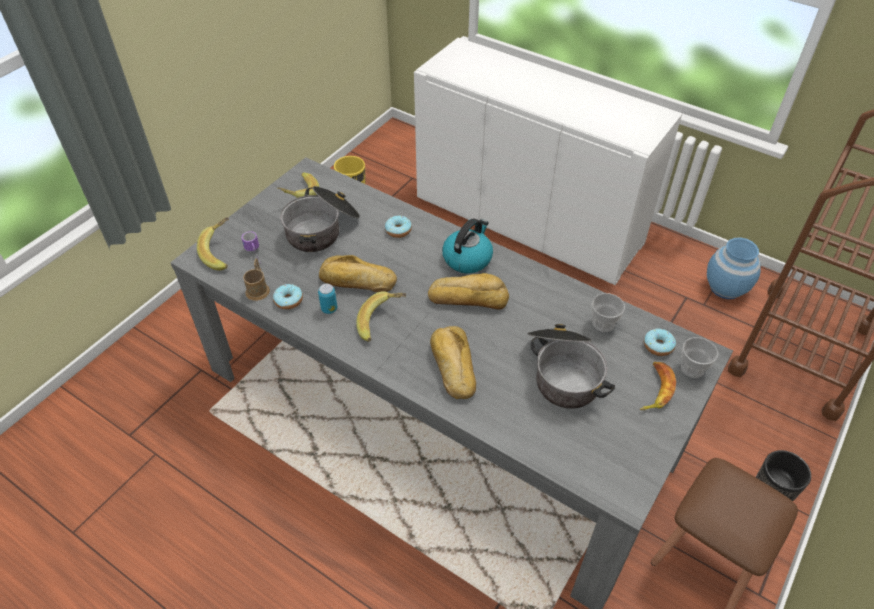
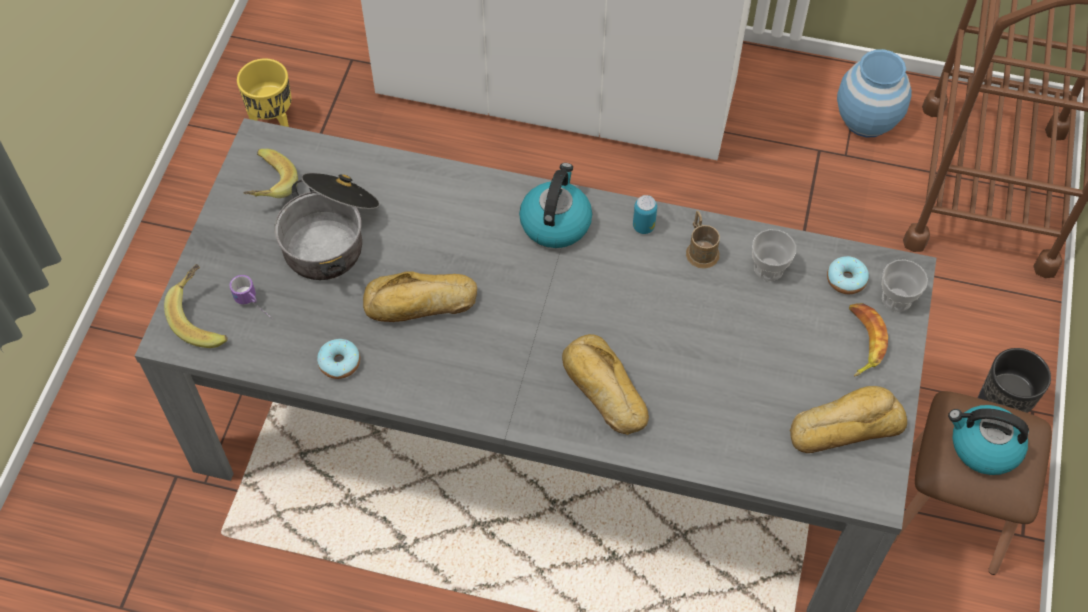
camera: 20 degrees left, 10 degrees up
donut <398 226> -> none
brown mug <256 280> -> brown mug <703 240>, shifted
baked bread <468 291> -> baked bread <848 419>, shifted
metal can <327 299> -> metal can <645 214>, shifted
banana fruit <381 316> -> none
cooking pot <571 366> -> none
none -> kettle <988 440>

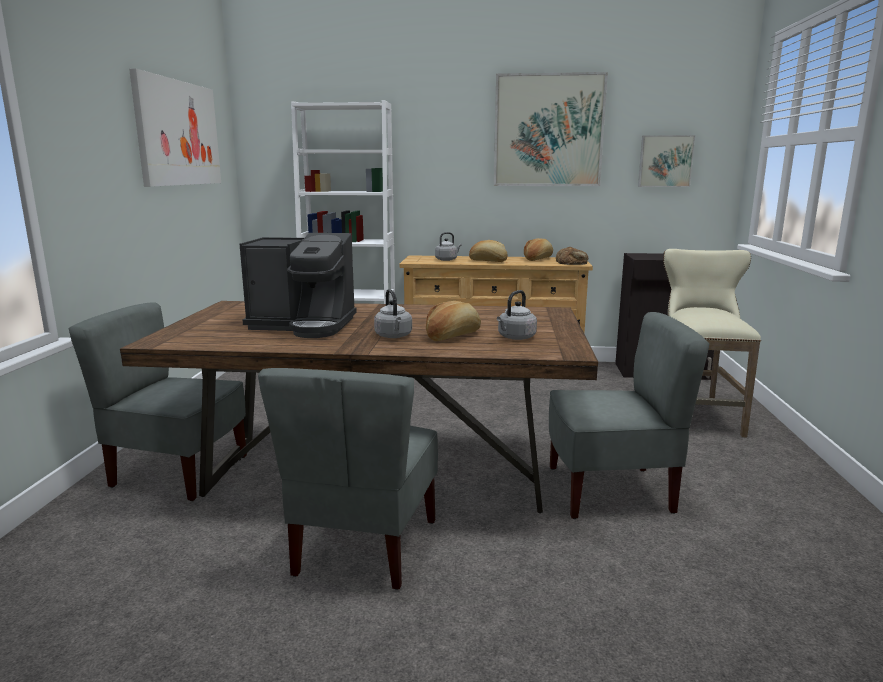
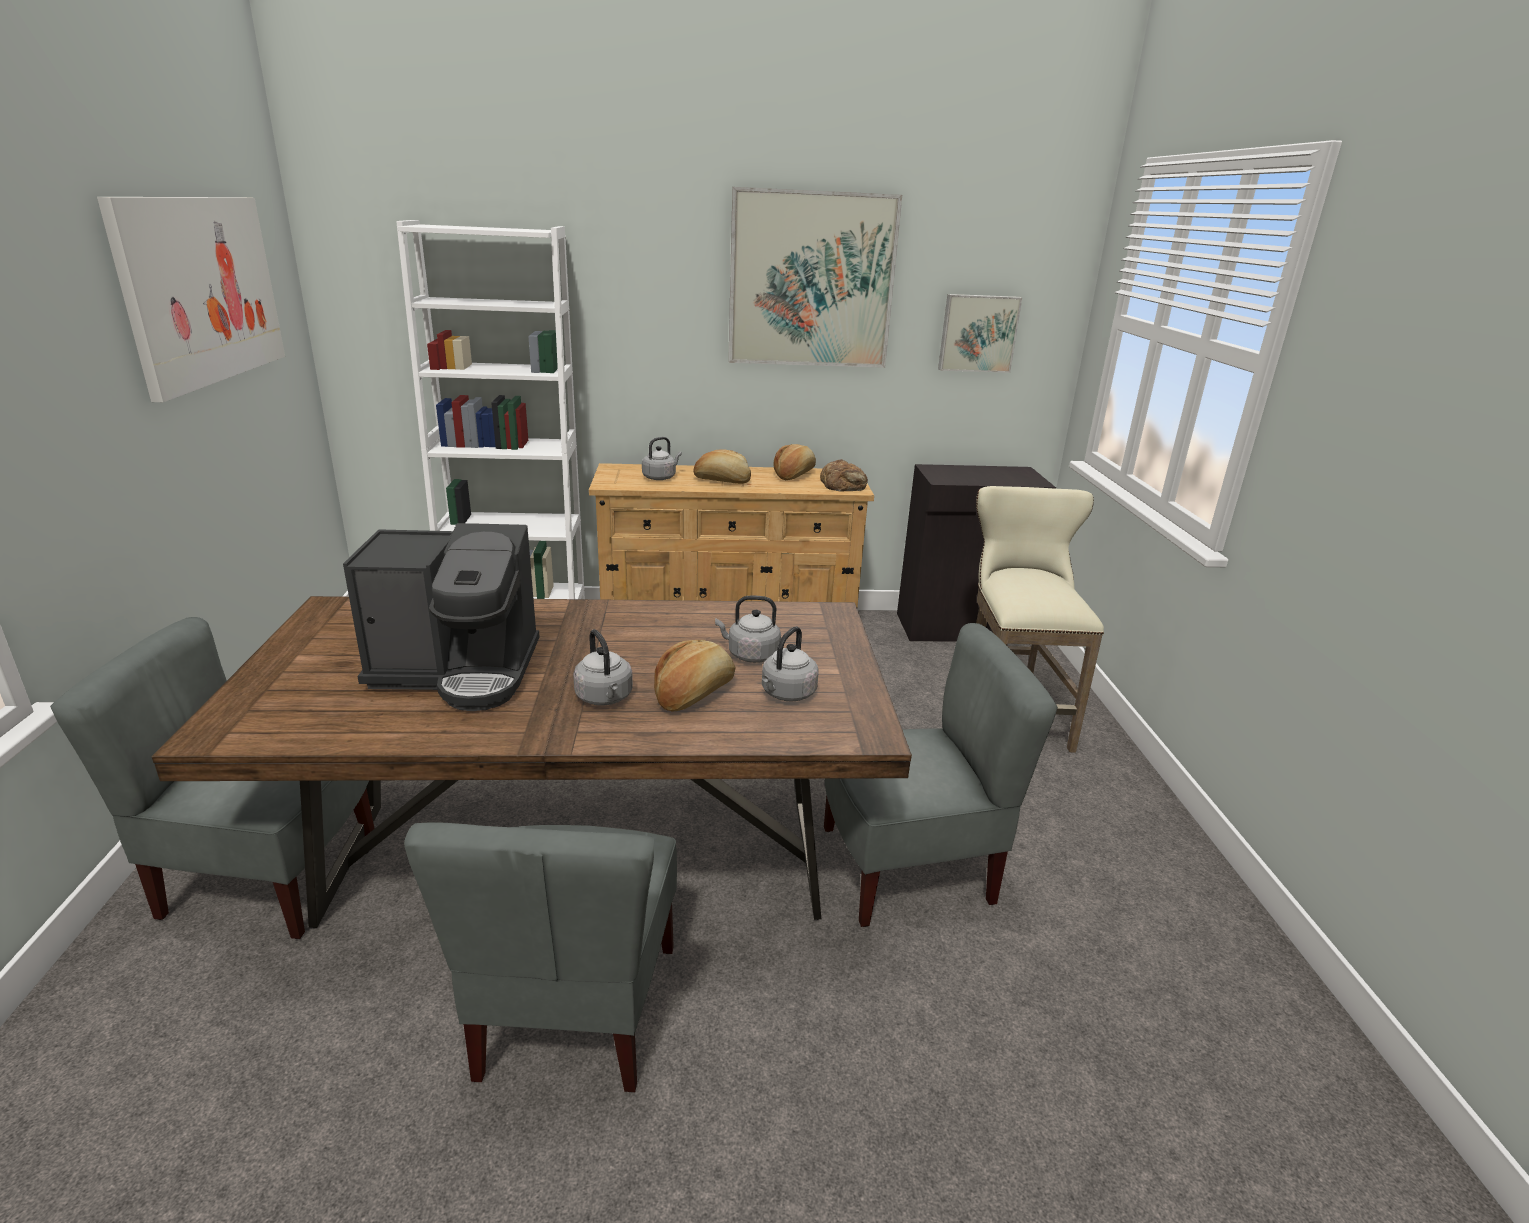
camera: 10 degrees left, 10 degrees up
none -> grey kettle <748 629>

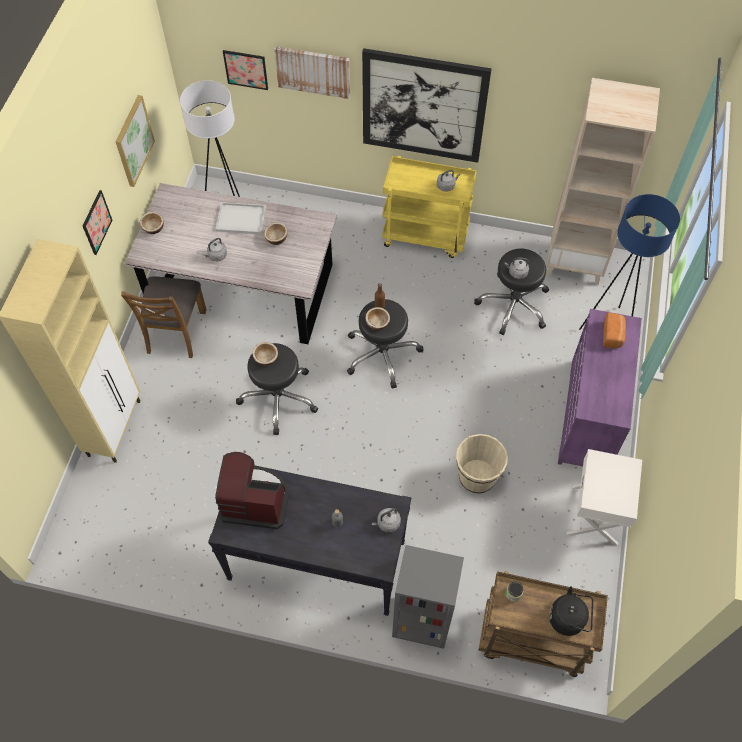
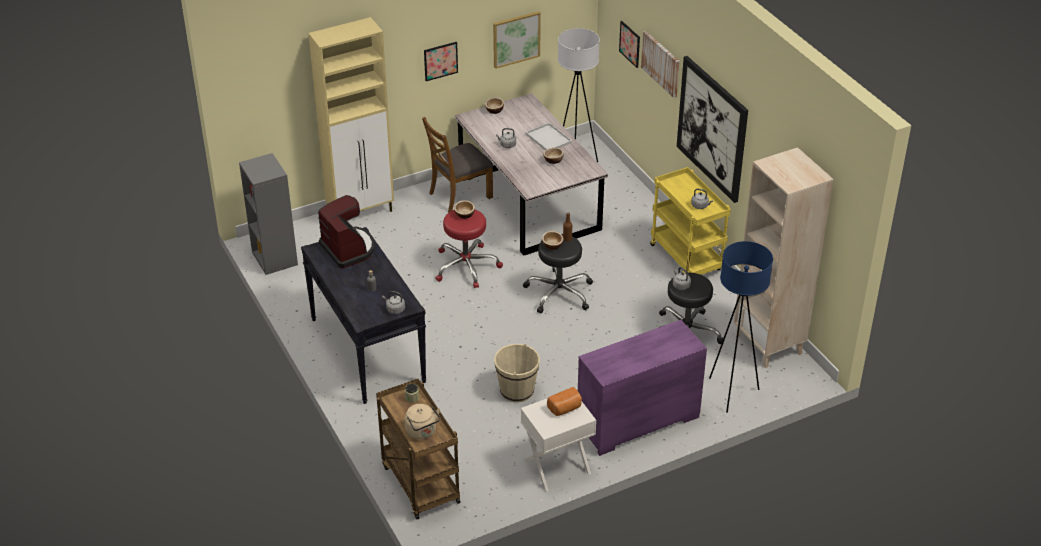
camera: 50 degrees right, 20 degrees down
baked bread <614 330> -> baked bread <564 401>, shifted
black stool <277 389> -> red-coloured stool <469 248>
grey shelving unit <428 597> -> grey shelving unit <268 214>, shifted
black kettle <571 611> -> sand-coloured kettle <422 422>

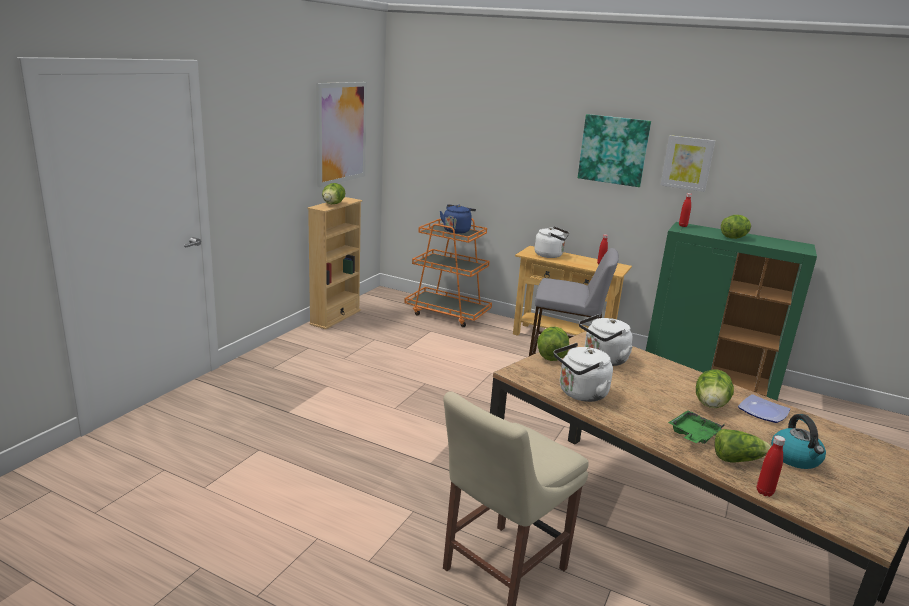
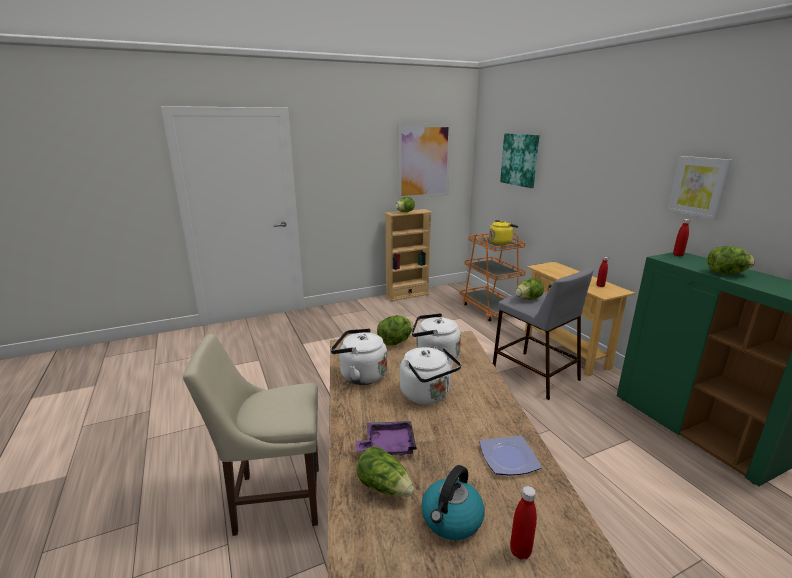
camera: 40 degrees right, 0 degrees up
wall art <614 150> -> wall art <520 160>, shifted
blue kettle <458 219> -> yellowish kettle <503 232>
whitish kettle <551 242> -> whitish kettle <430 375>, shifted
lettuce head <715 388> -> lettuce head <530 289>, shifted
green carrying tray <696 427> -> purple carrying tray <386 438>
red-coloured bottle <771 466> -> red-coloured bottle <523 522>, shifted

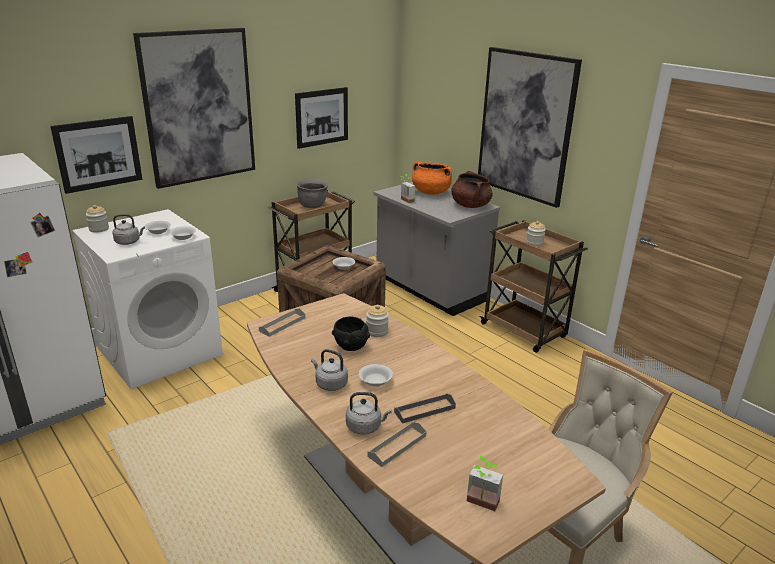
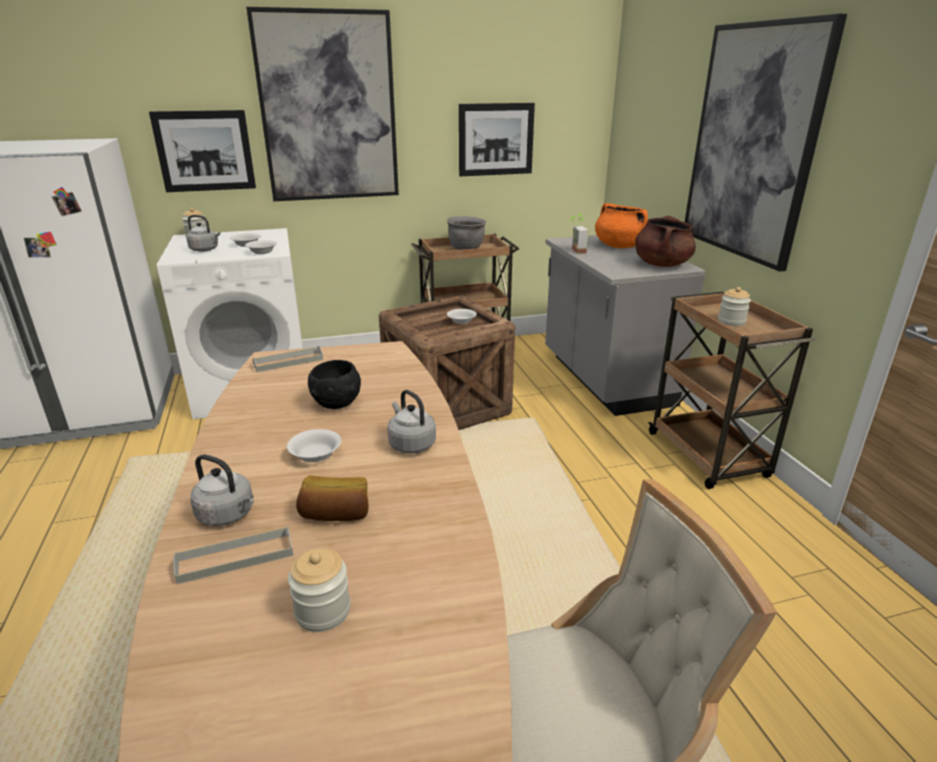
camera: 25 degrees right, 0 degrees up
jar <377 321> -> jar <319 590>, shifted
grey kettle <329 370> -> grey kettle <411 422>, shifted
grey carrying tray <425 408> -> baked bread <332 498>
potted plant <485 483> -> none

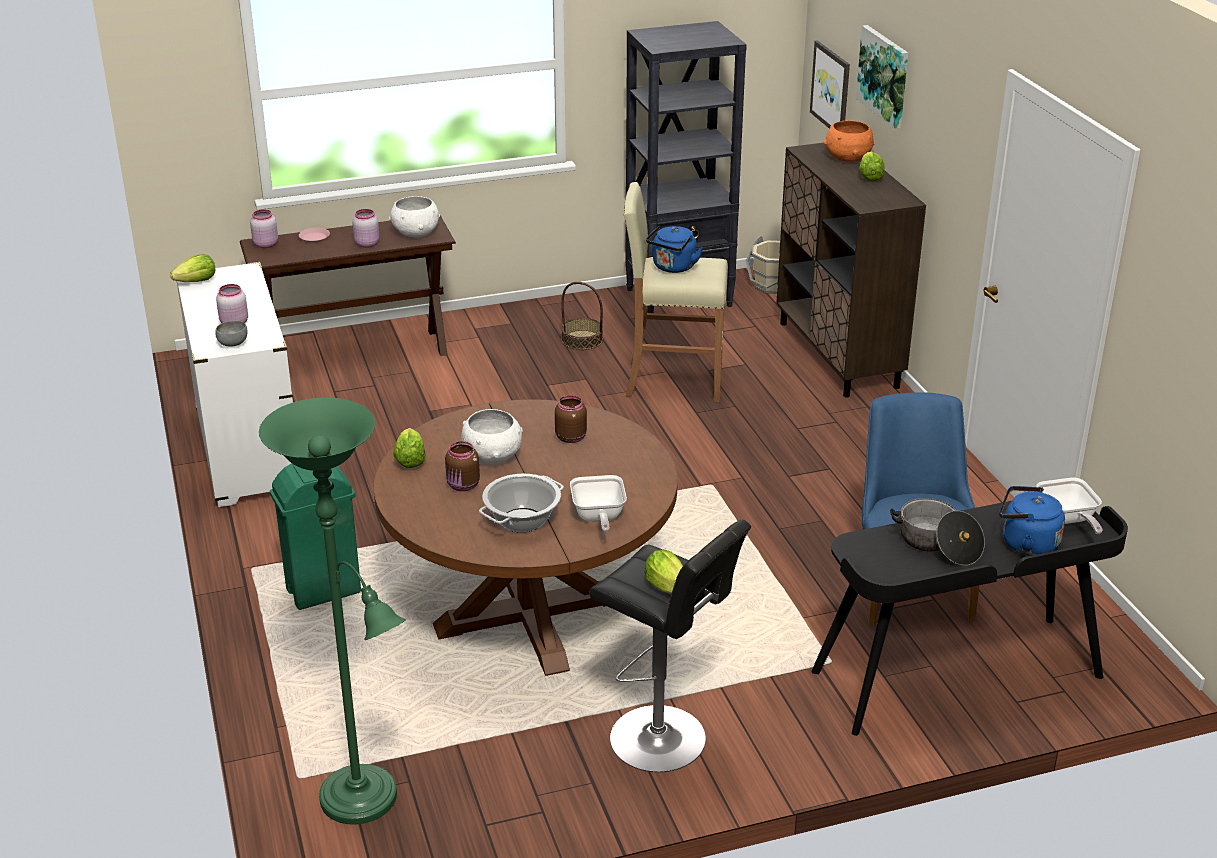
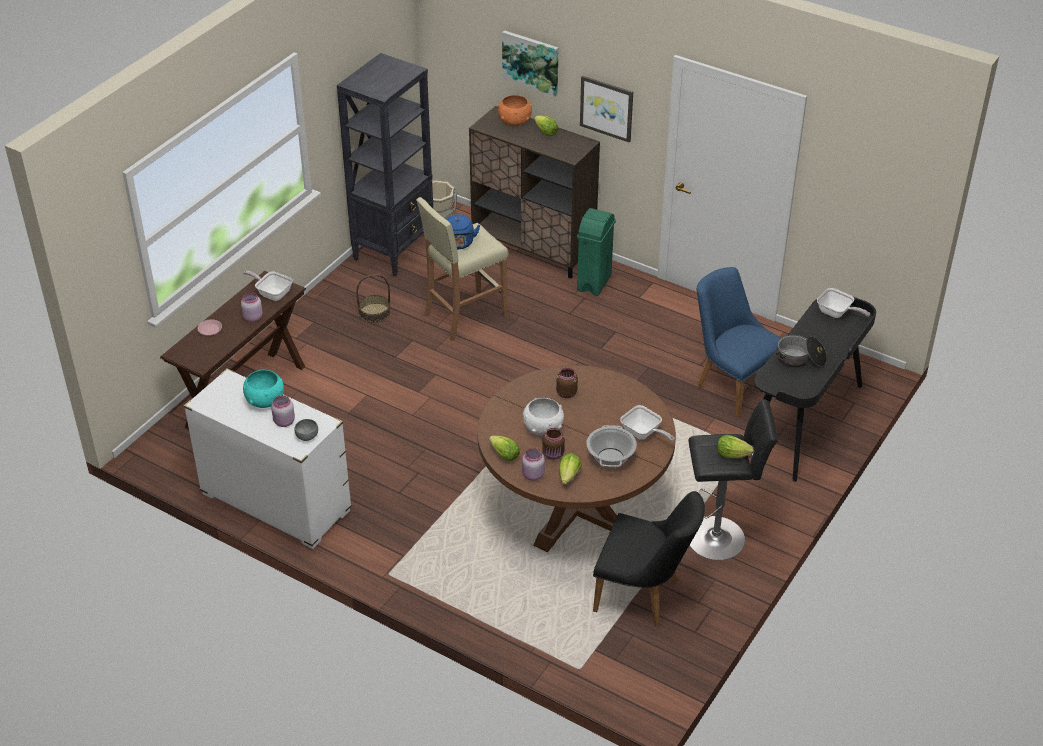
camera: 40 degrees left, 10 degrees up
wall art <830 84> -> wall art <606 109>, shifted
whitish serving bowl <414 216> -> frying pan <268 286>
pink-coloured jar <264 228> -> pink-coloured jar <533 464>, shifted
lettuce head <192 268> -> lettuce head <570 469>, shifted
green standing lamp <332 611> -> none
green rubbish bin <315 536> -> green rubbish bin <596 252>, shifted
blue kettle <1032 521> -> none
none -> blue-green serving bowl <263 389>
none -> black chair <649 559>

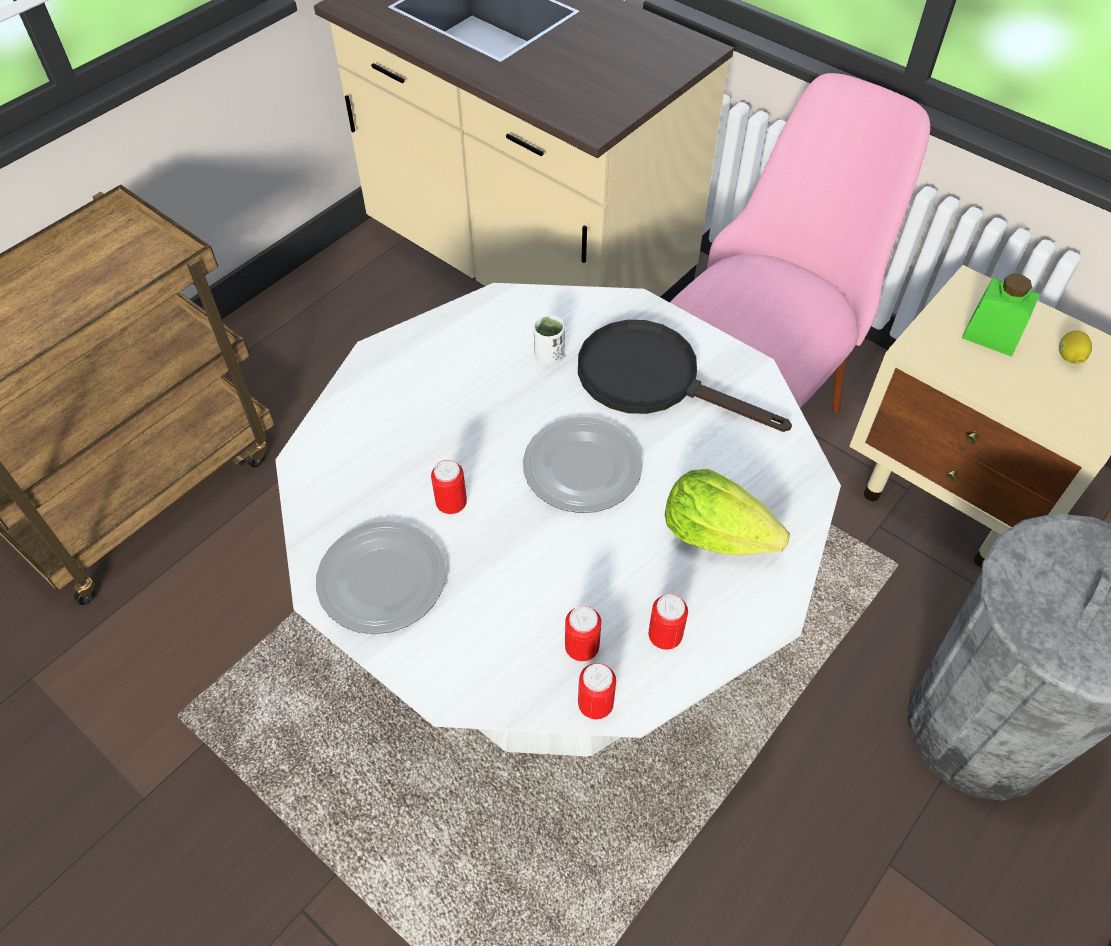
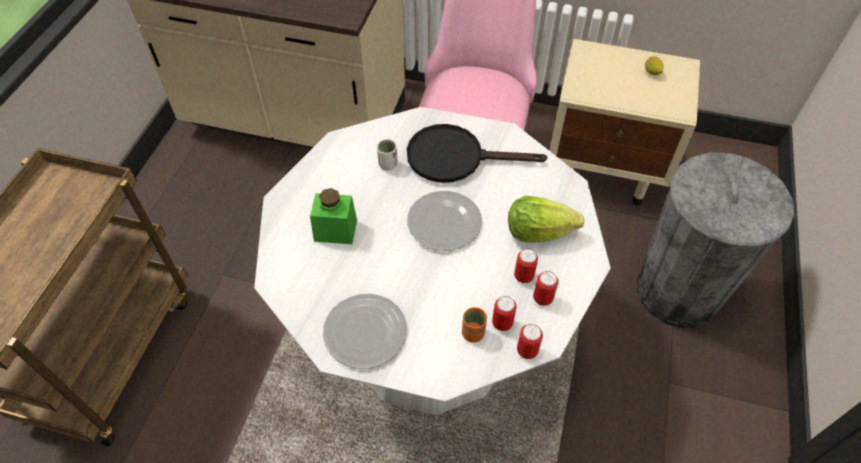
camera: 25 degrees left, 0 degrees up
green jar <1001 315> -> green jar <333 216>, shifted
metal can <449 487> -> metal can <526 266>, shifted
none -> orange-coloured small cup <474 325>

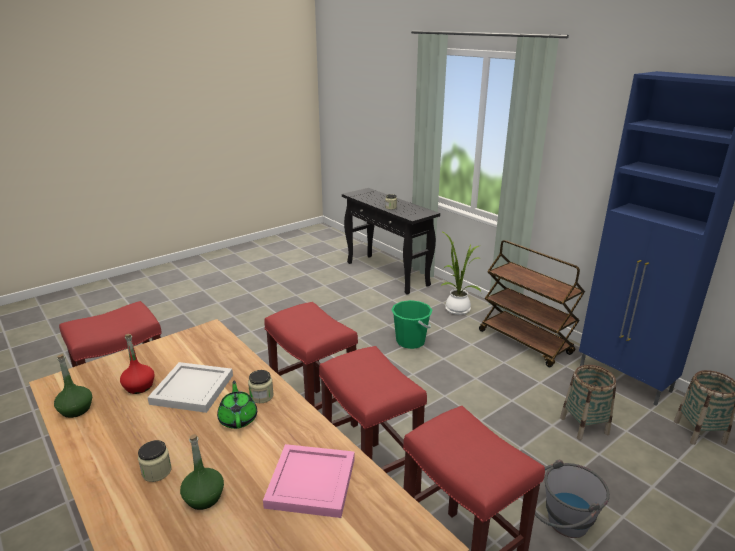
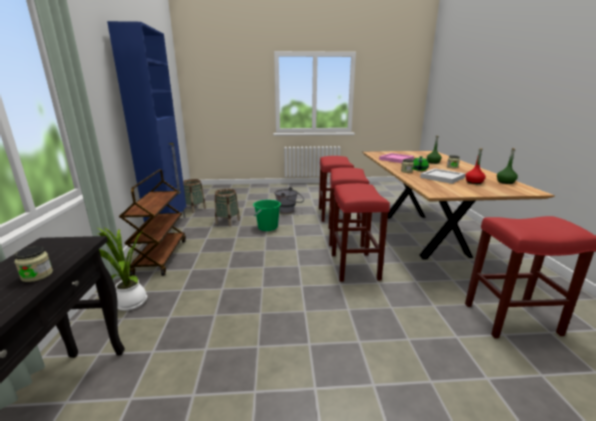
camera: 145 degrees left, 5 degrees down
green water bucket <412 324> -> green water bucket <267 215>, shifted

